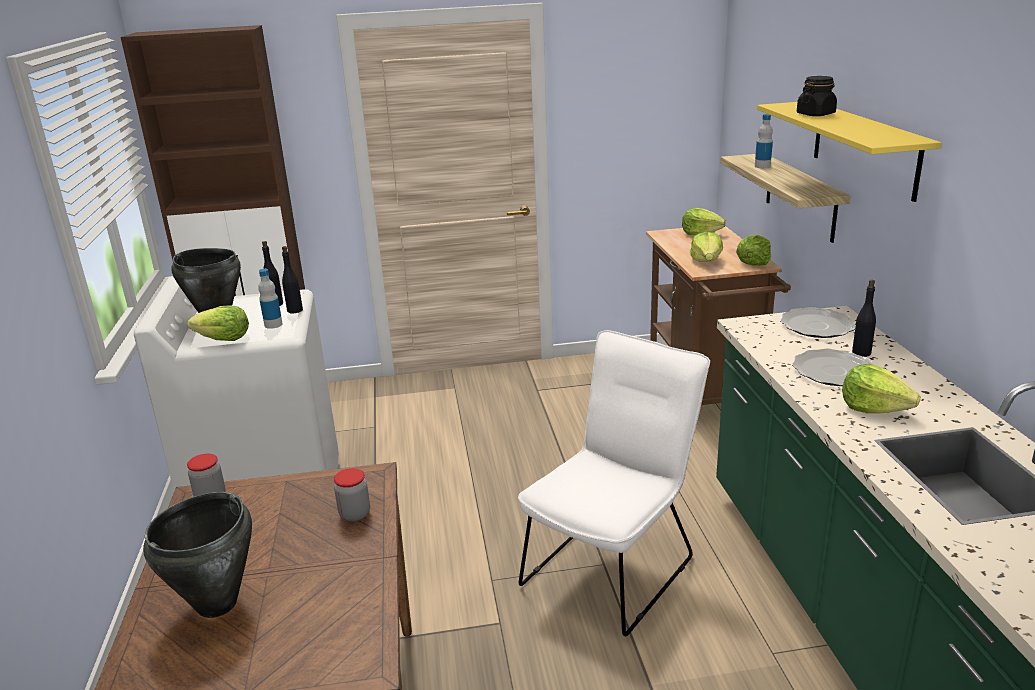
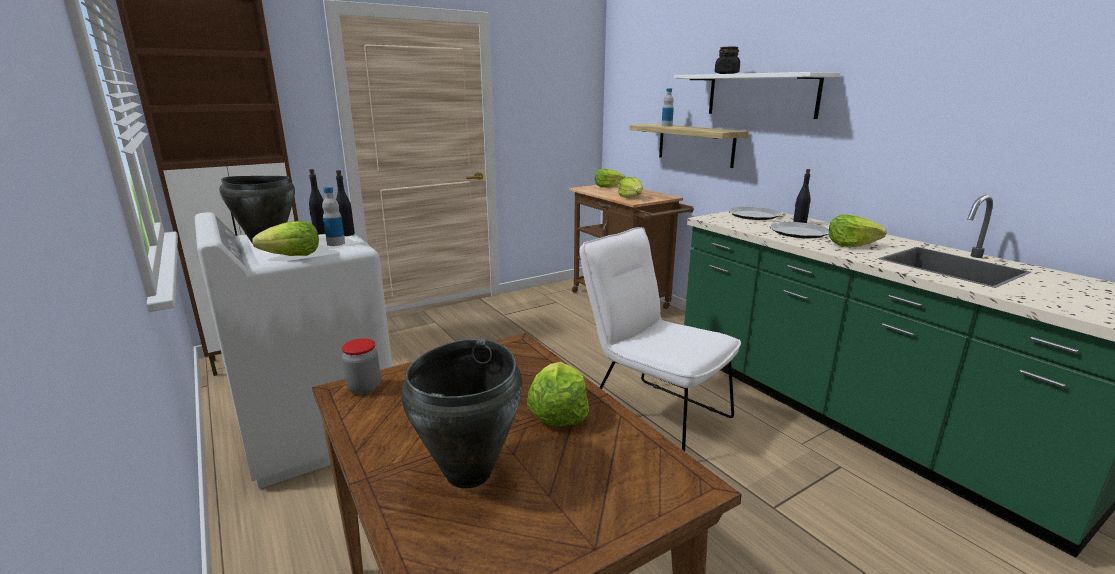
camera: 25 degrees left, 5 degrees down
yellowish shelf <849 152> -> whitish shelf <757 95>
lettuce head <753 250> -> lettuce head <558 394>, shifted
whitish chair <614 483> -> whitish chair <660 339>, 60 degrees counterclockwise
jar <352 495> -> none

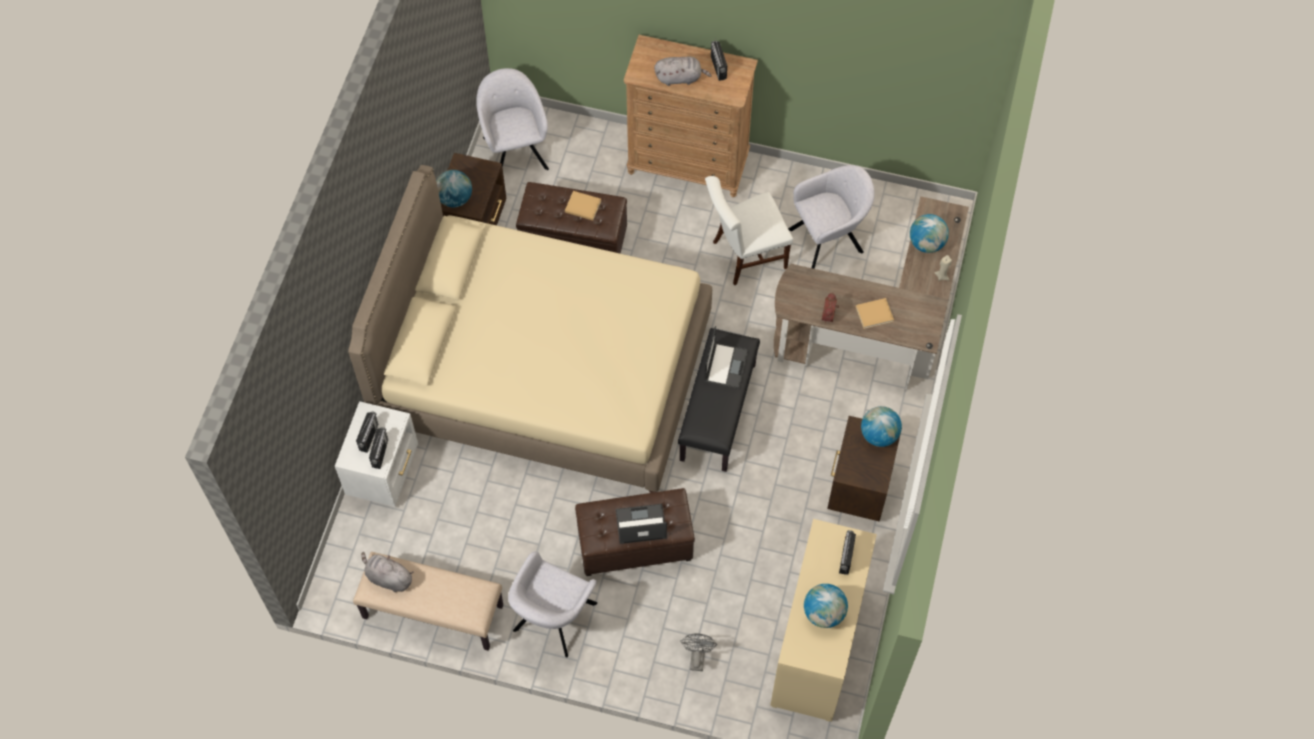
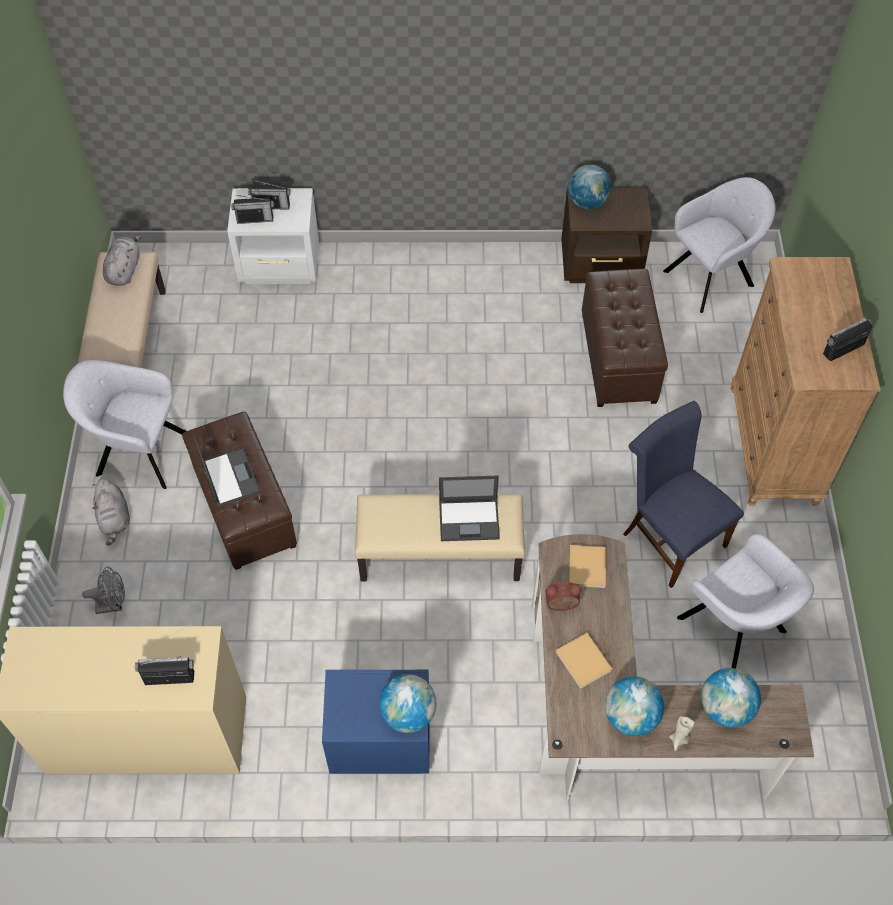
camera: 75 degrees right, 5 degrees down
grey cuddly toy <683 71> -> grey cuddly toy <111 512>, shifted
sand-coloured sleeping bed <530 329> -> none
whitish chair <749 230> -> blue chair <683 494>
sand-coloured volume <583 205> -> sand-coloured volume <587 566>, shifted
black bench <719 400> -> sand-coloured bench <440 538>
brown night table <864 468> -> blue night table <376 722>
globe <826 606> -> globe <634 706>, shifted

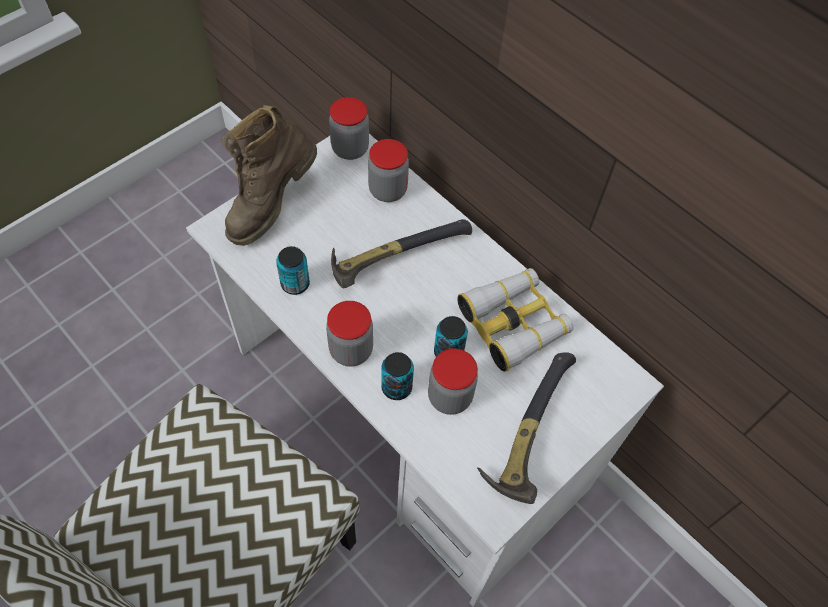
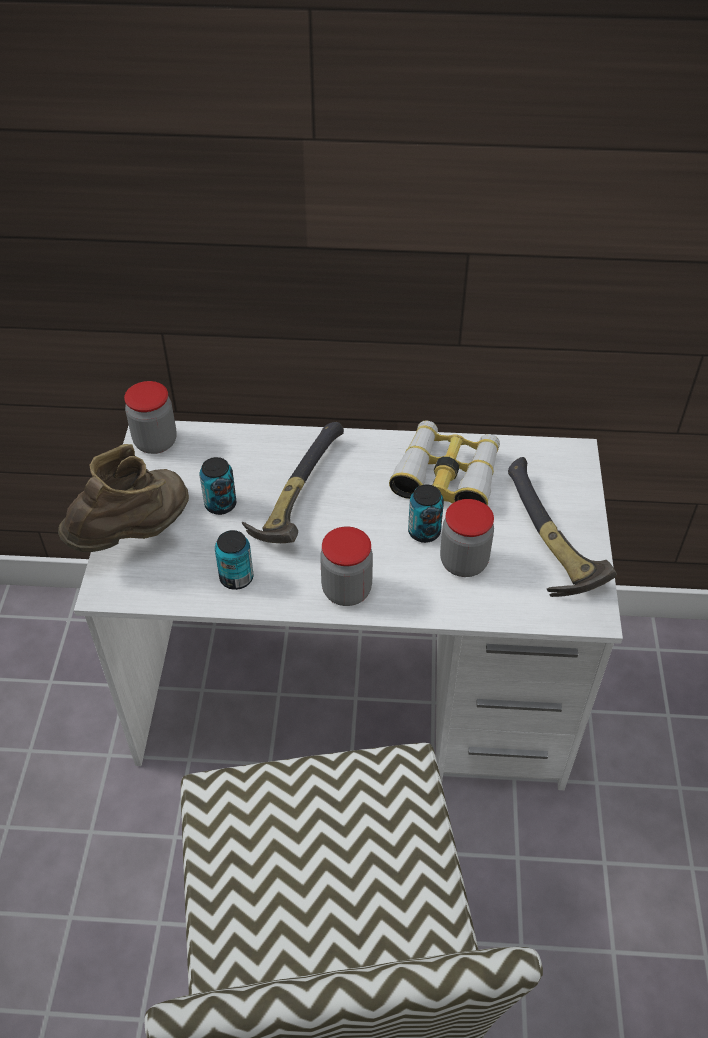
camera: 40 degrees left, 10 degrees down
brown tall boot <269 175> -> brown tall boot <123 498>, 135 degrees counterclockwise
jar <388 170> -> none
metal can <397 376> -> metal can <217 486>, shifted

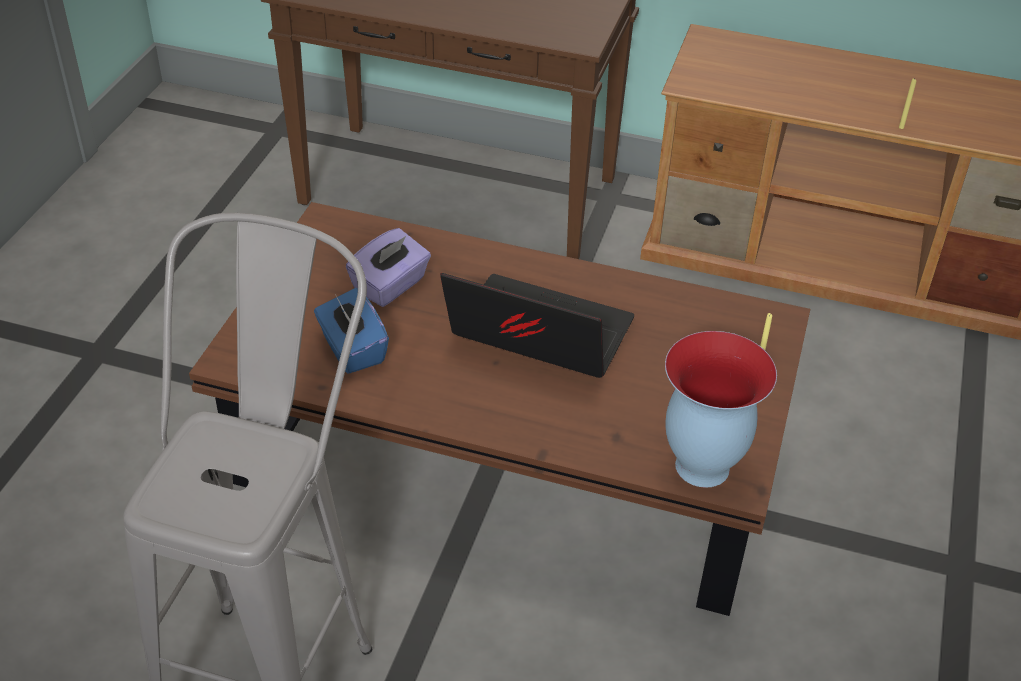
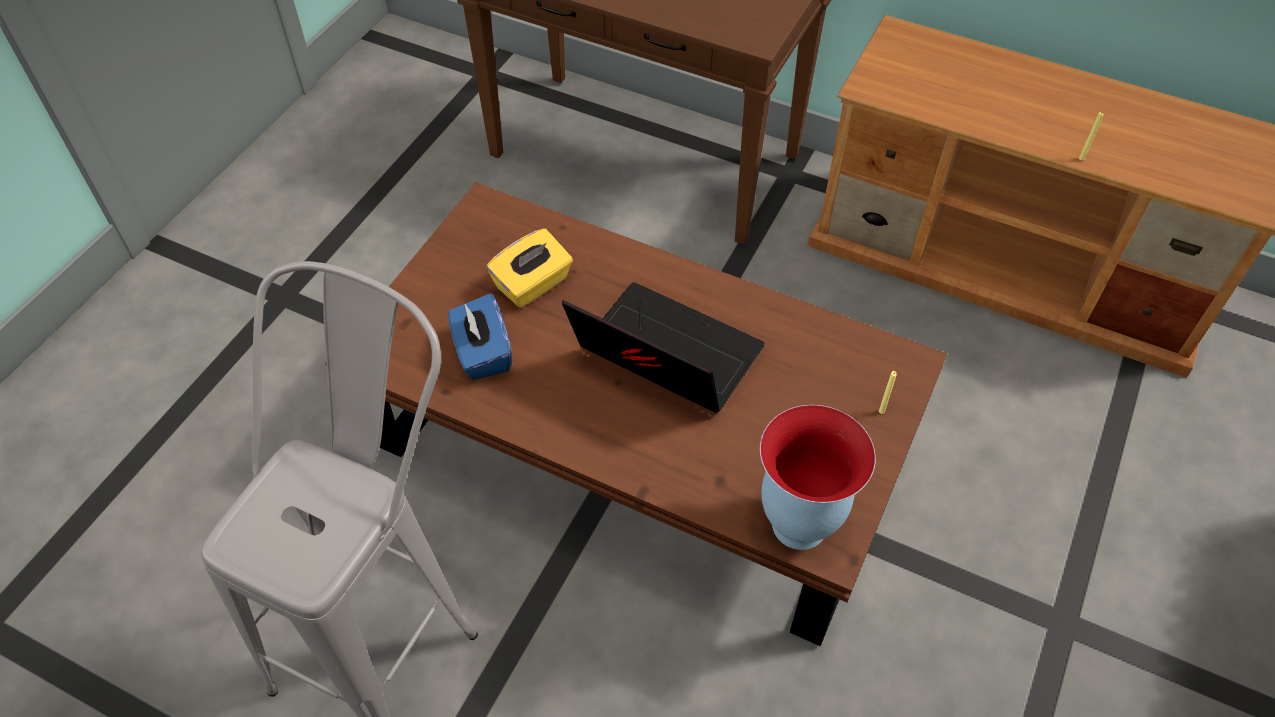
camera: 10 degrees right, 10 degrees up
purple tissue holder <388 267> -> yellowish tissue holder <529 268>

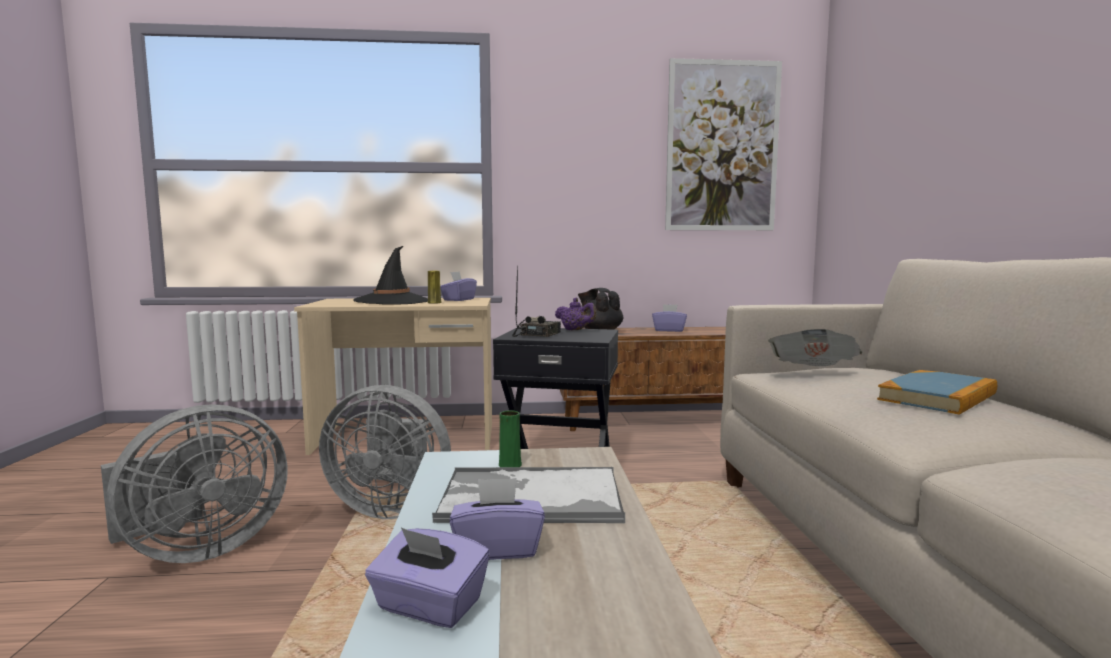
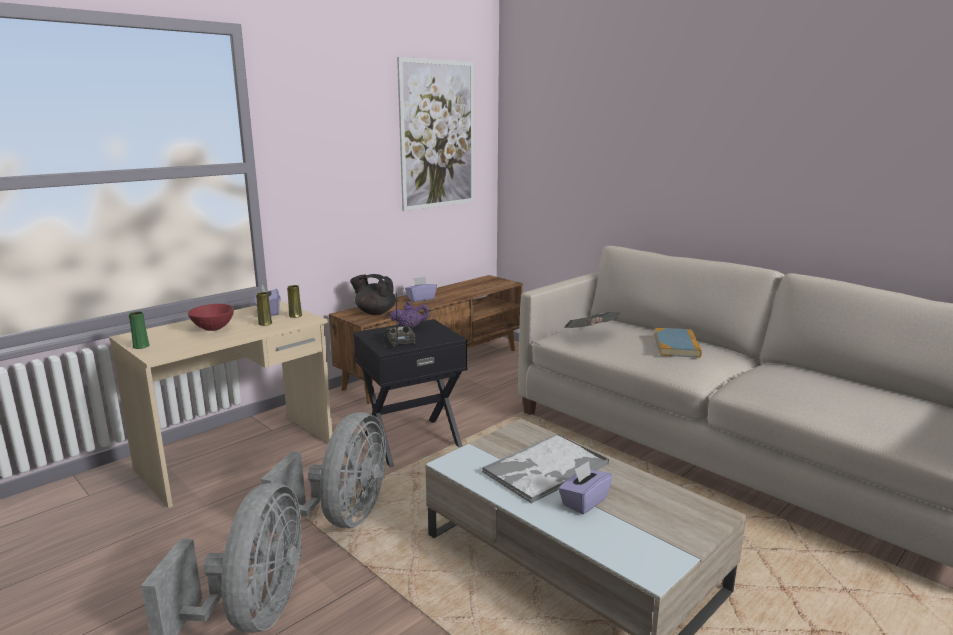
camera: 40 degrees left, 10 degrees up
black wearable hat <390 275> -> red-coloured serving bowl <211 317>
grey fan <385 452> -> grey fan <323 473>, 45 degrees counterclockwise
green decorative vase <510 438> -> green decorative vase <139 330>, shifted
purple tissue holder <427 577> -> none
none -> yellowish decorative vase <294 301>

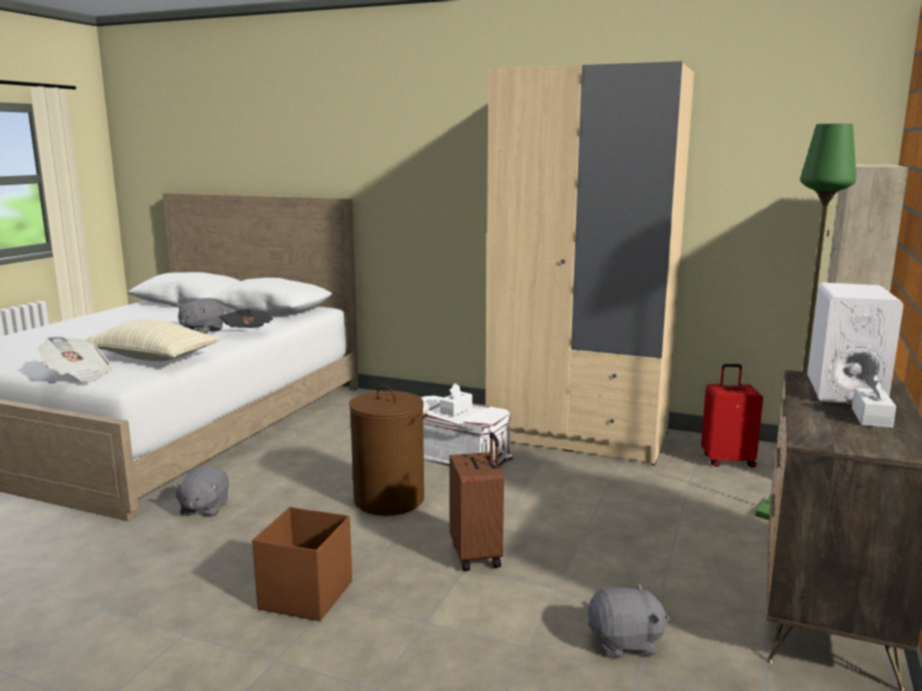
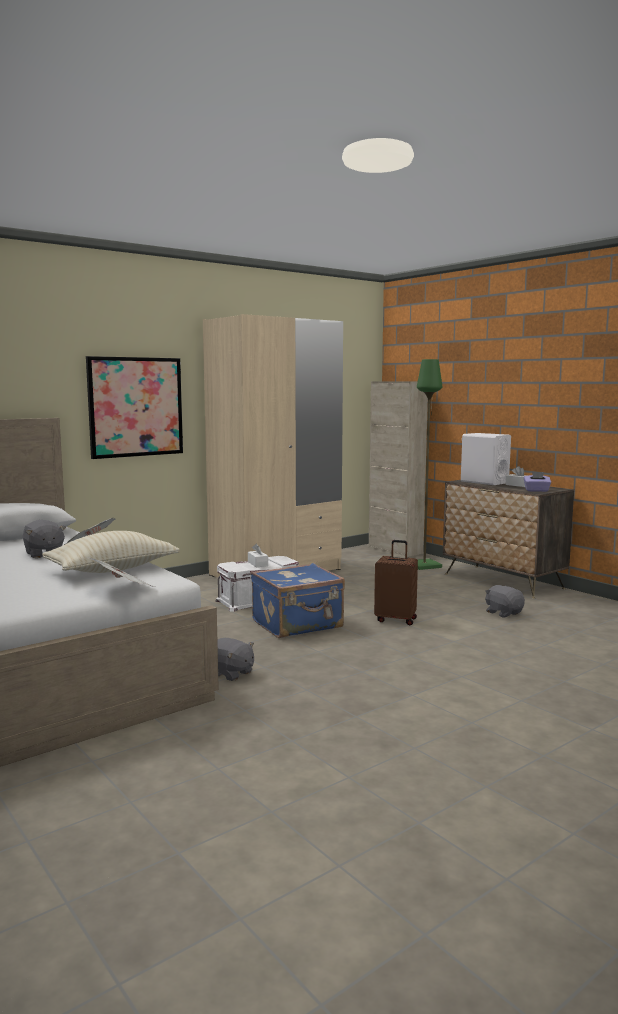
camera: 60 degrees left, 5 degrees down
red-coloured piece of luggage <732 416> -> none
brown washing basket <388 451> -> blue piece of luggage <298 600>
brown storage container <302 564> -> none
grey cuddly toy <629 620> -> grey cuddly toy <505 601>, 60 degrees counterclockwise
none -> wall art <134 407>
none -> purple tissue holder <537 482>

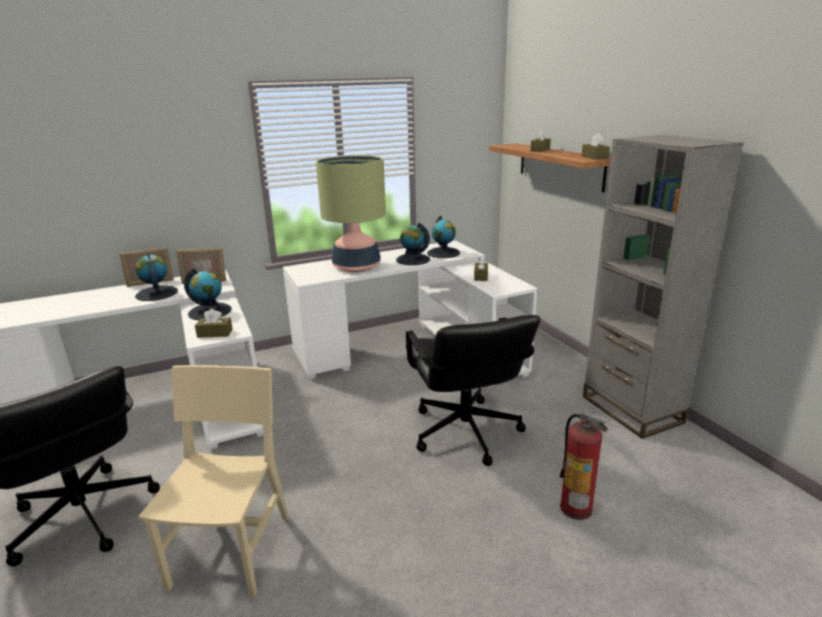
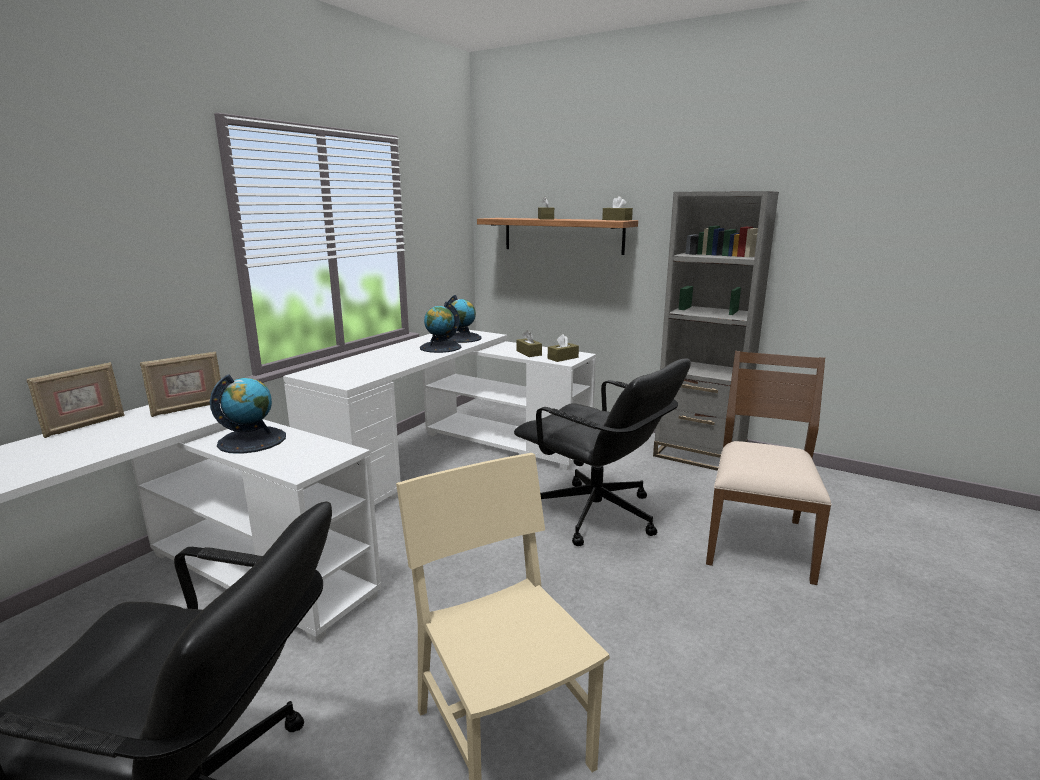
camera: 35 degrees left, 5 degrees down
lamp for a table <351 214> -> none
globe <156 277> -> none
brown tissue holder <214 323> -> brown tissue holder <563 348>, shifted
fire-fighting cylinder <584 465> -> brown chair <769 468>

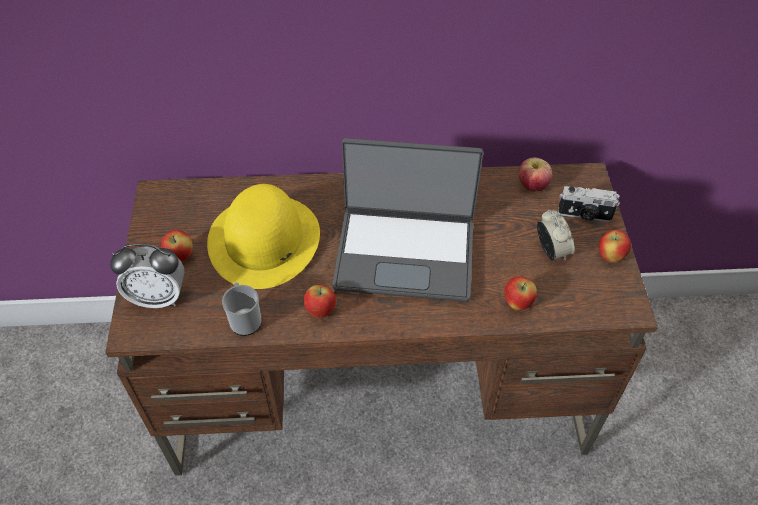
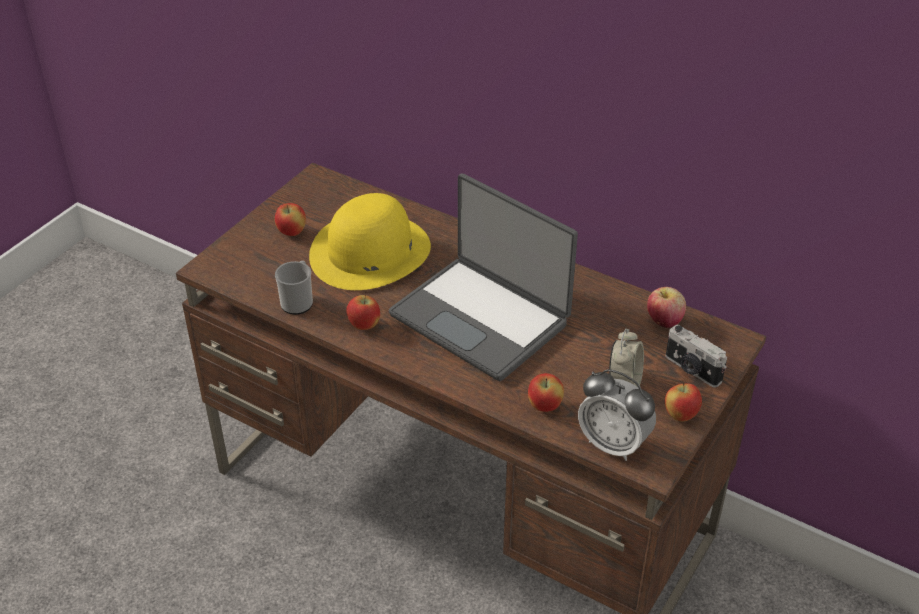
camera: 35 degrees right, 10 degrees down
bedside clock <147 276> -> bedside clock <617 415>, shifted

